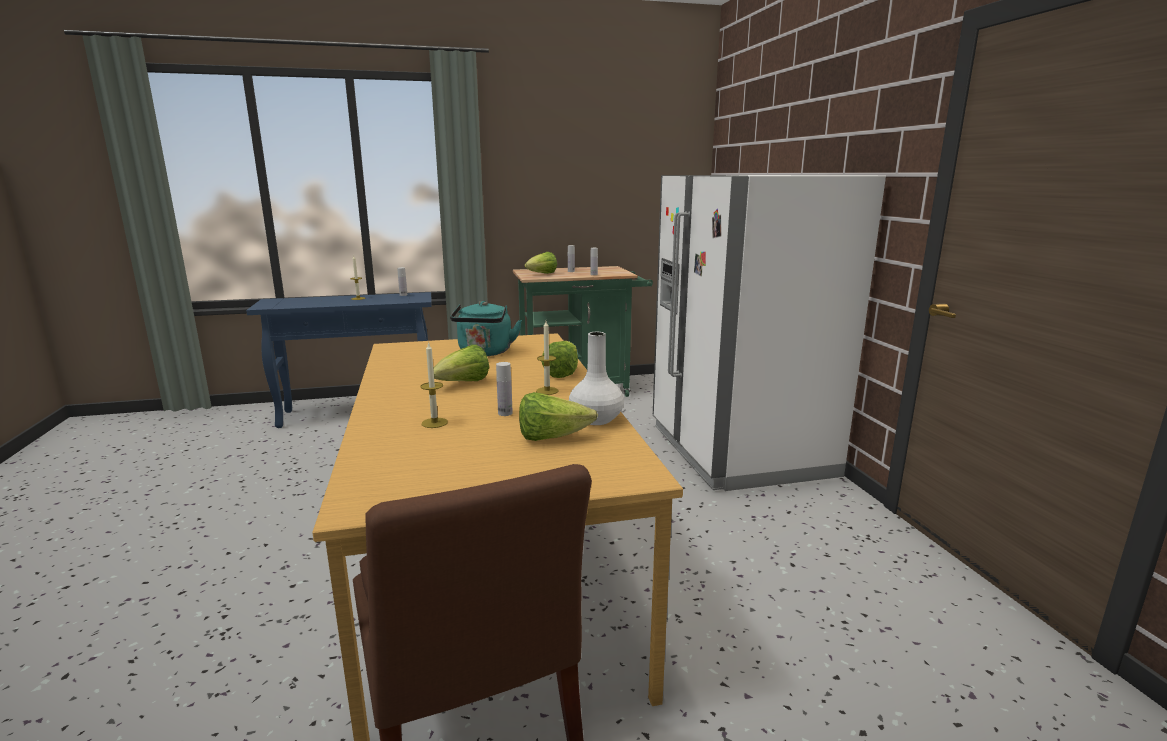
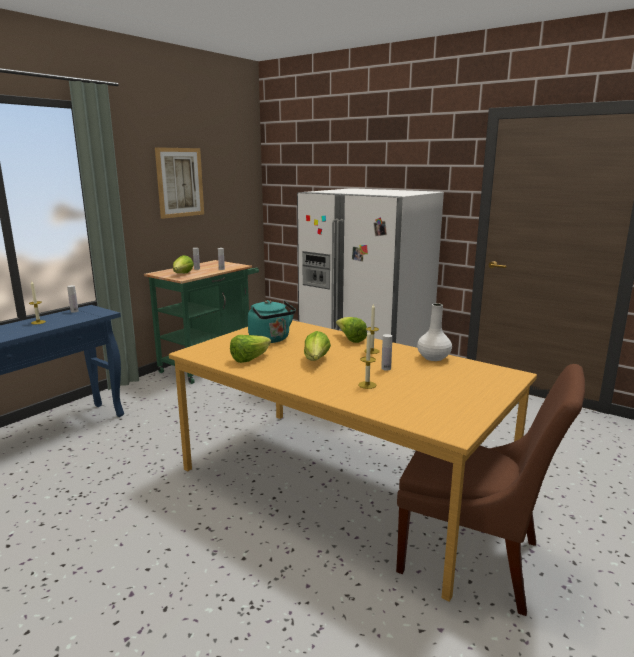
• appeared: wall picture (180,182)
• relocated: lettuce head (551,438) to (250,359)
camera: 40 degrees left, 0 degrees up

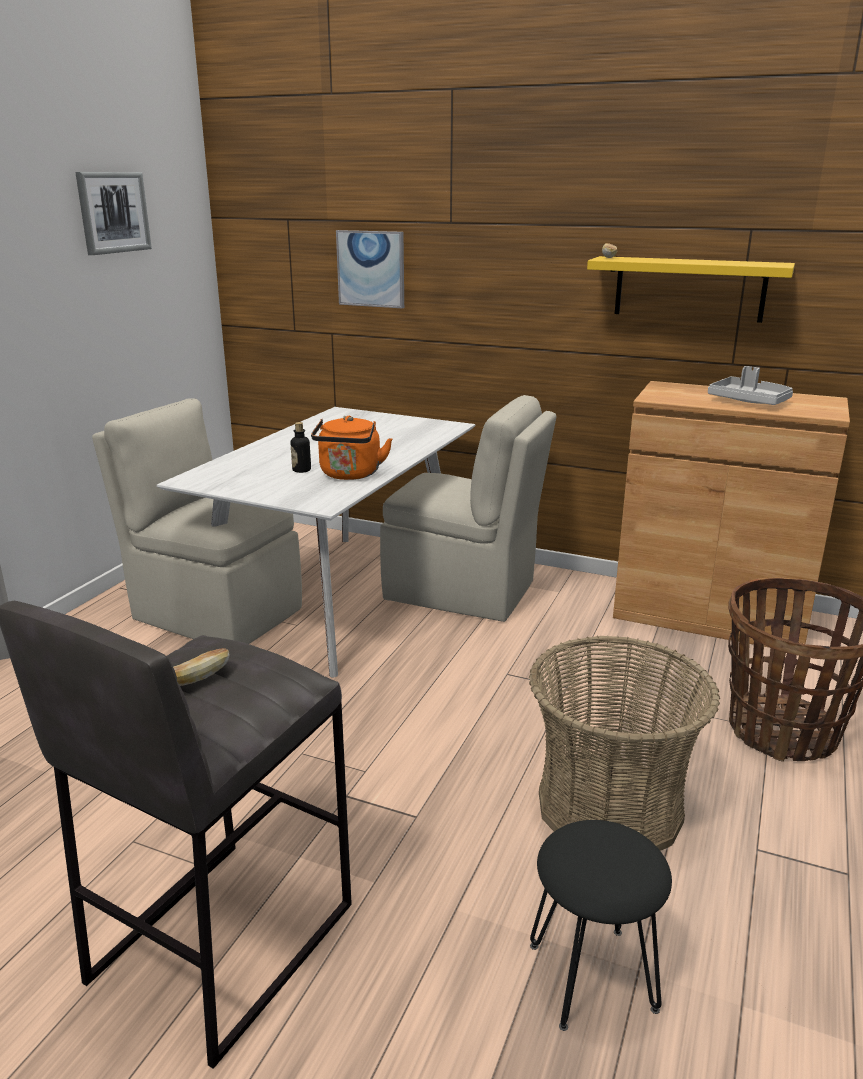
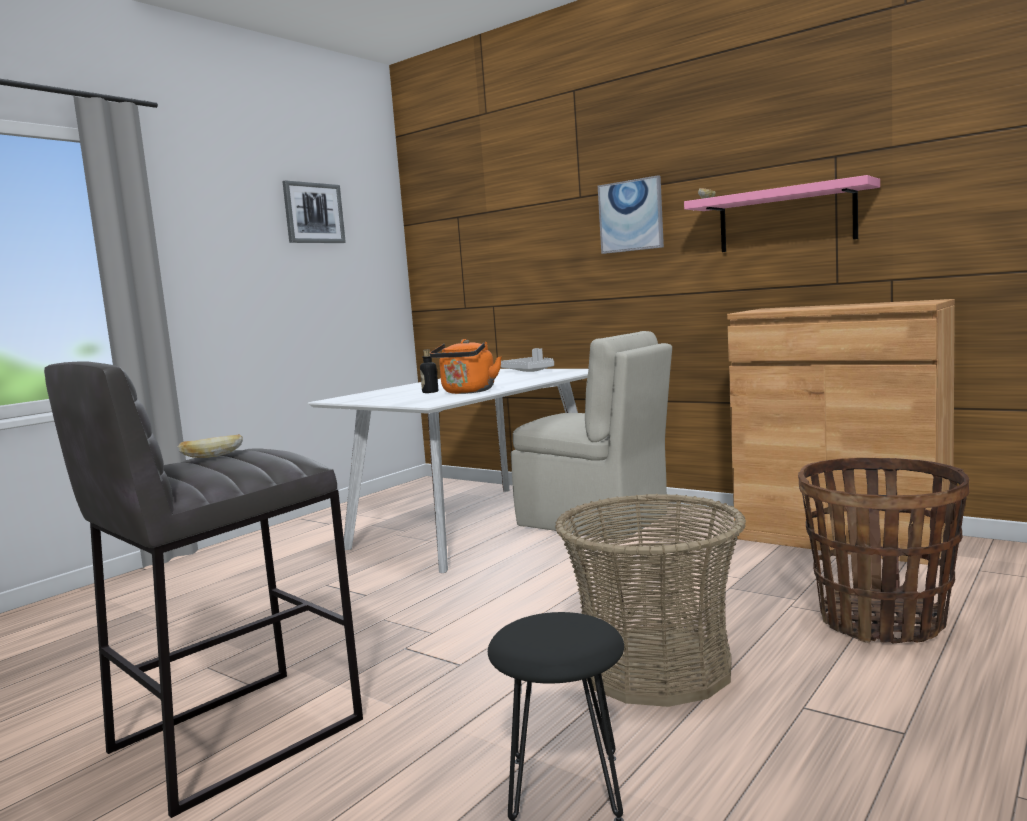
• missing: beige chair (215,612)
• relocated: wall picture (371,269) to (631,216)
• relocated: gray carrying tray (749,401) to (530,371)
• colour: yellowish bracket shelf (689,289) to pink bracket shelf (786,219)
camera: 15 degrees right, 15 degrees down

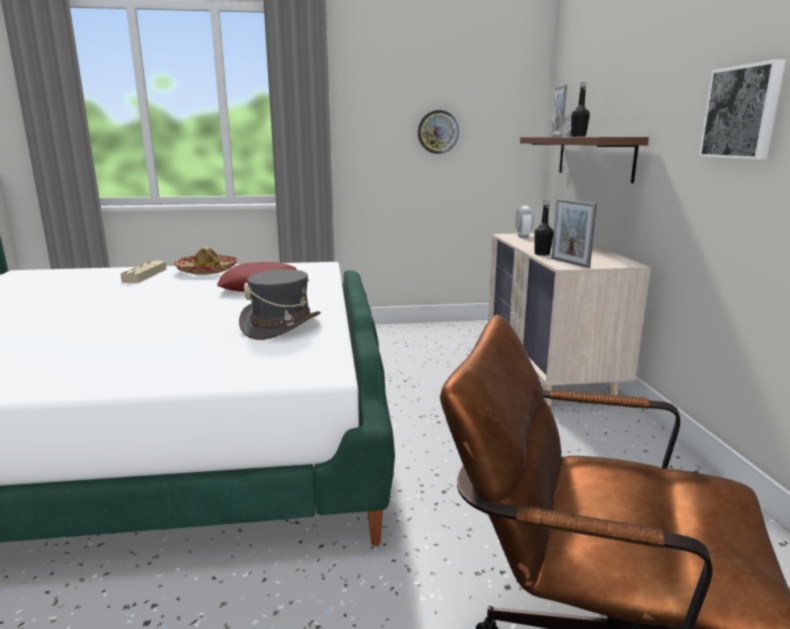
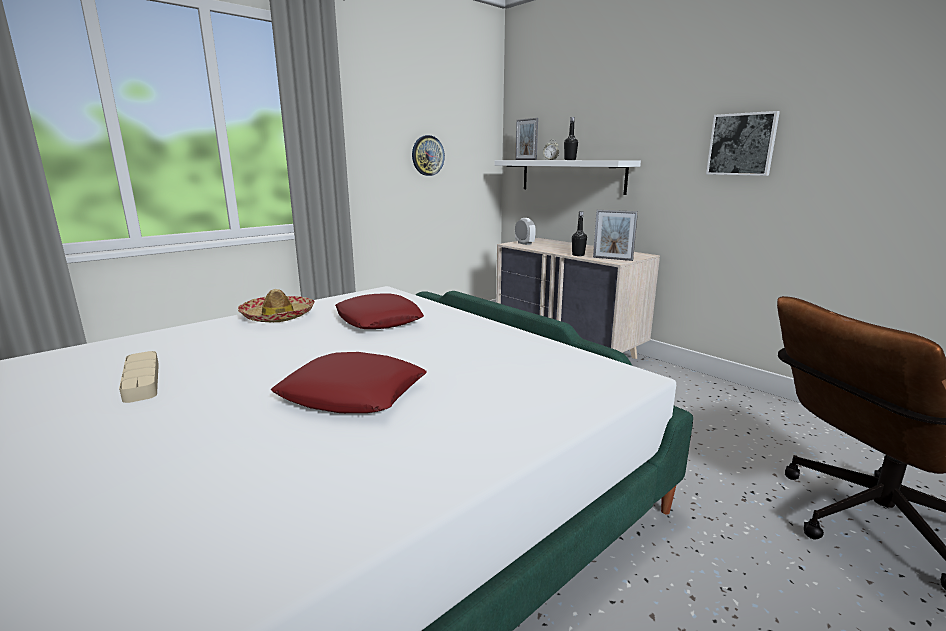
• missing: gray hat (281,326)
• appeared: reddish throw pillow (353,394)
• relocated: beige carrying tray (145,275) to (141,380)
• colour: brown bracket shelf (594,157) to whitish bracket shelf (571,176)
camera: 35 degrees left, 0 degrees up

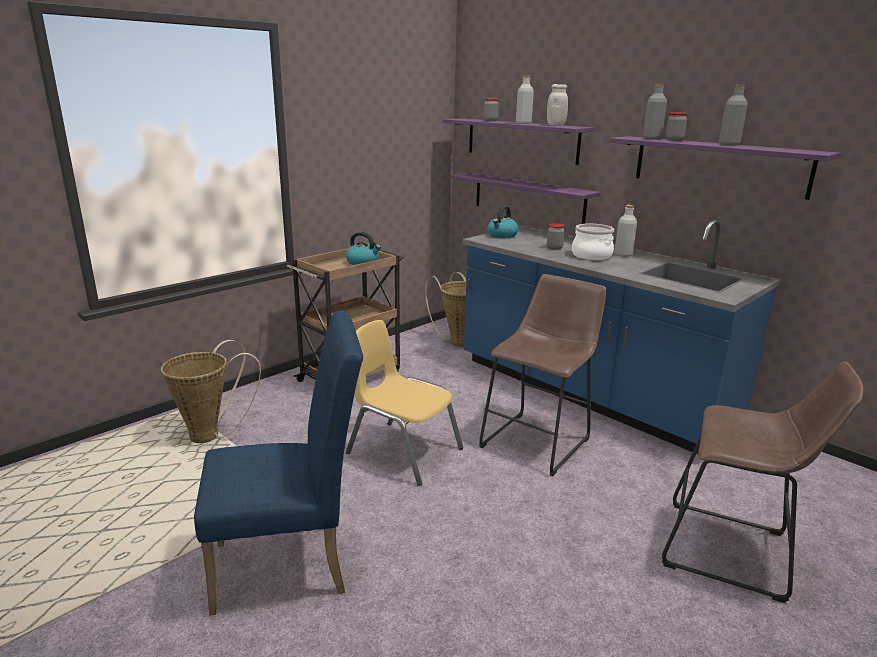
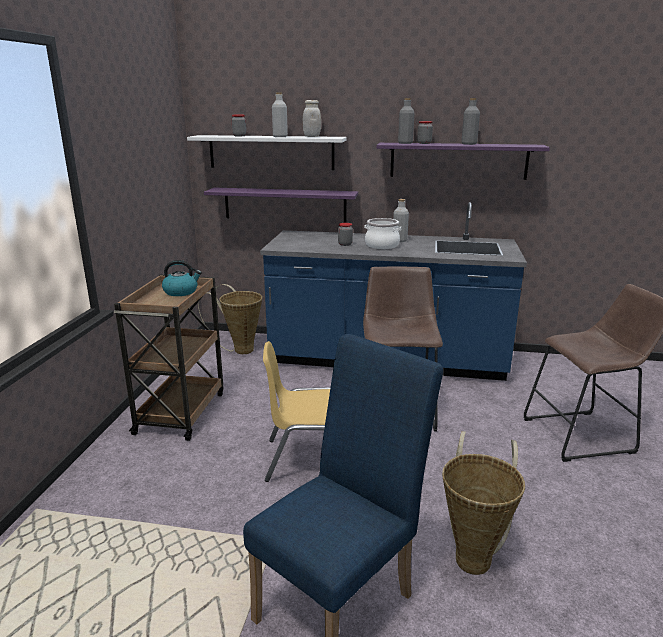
• missing: water kettle (502,235)
• relocated: storage basket (212,435) to (474,555)
• colour: purple-coloured bracket shelf (521,140) to whitish bracket shelf (271,152)
camera: 35 degrees left, 0 degrees up

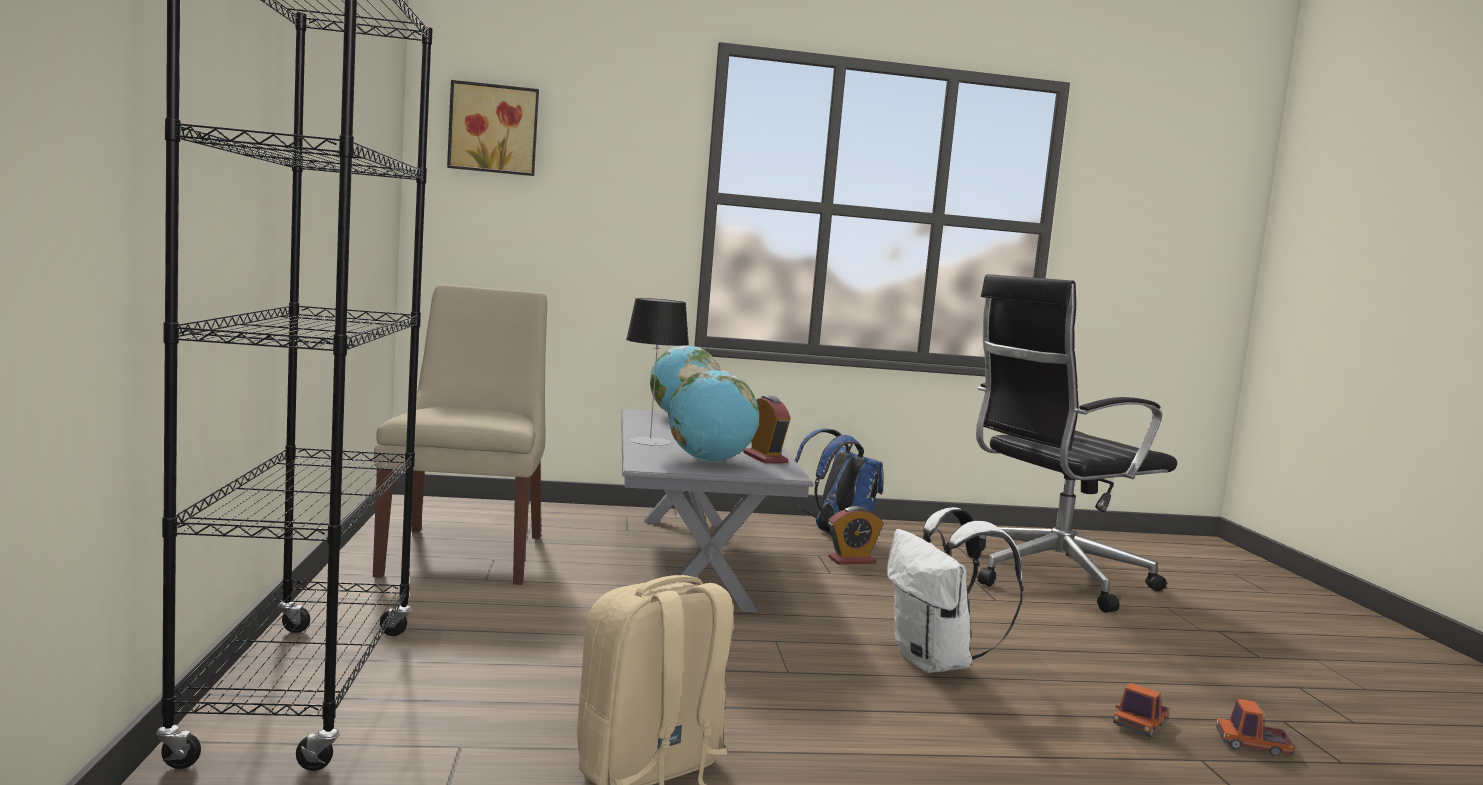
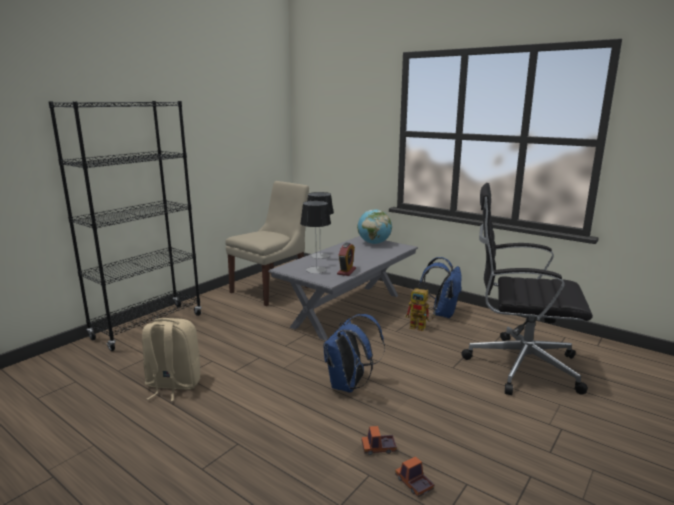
• missing: wall picture (494,129)
• exchanged: world globe (710,461) to lamp for a table (316,270)
• exchanged: bedside clock (852,560) to model robot (421,327)
• colour: whitish knapsack (936,663) to blue-coloured knapsack (349,385)
camera: 45 degrees right, 10 degrees up

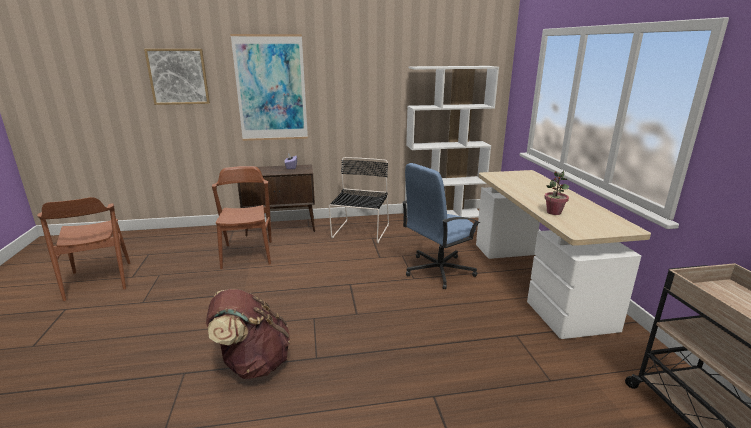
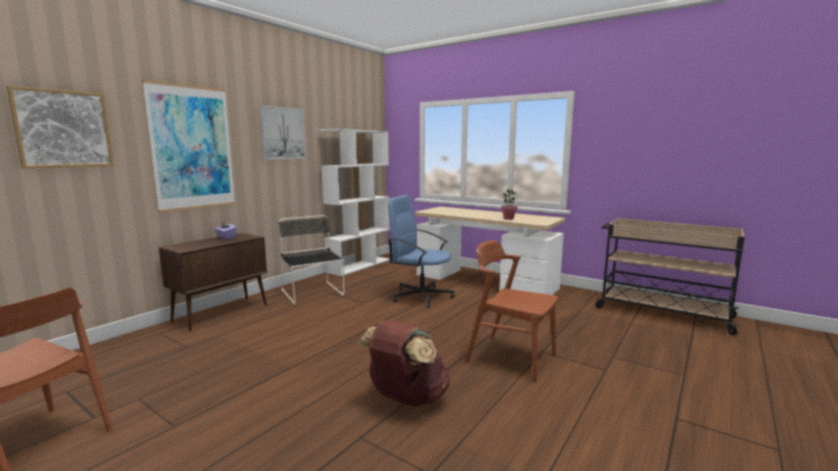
• appeared: wall picture (282,133)
• relocated: brown chair (247,254) to (511,358)
• spun: blue-coloured computer chair (438,270) = (421,296) 105 degrees clockwise
camera: 45 degrees left, 10 degrees down

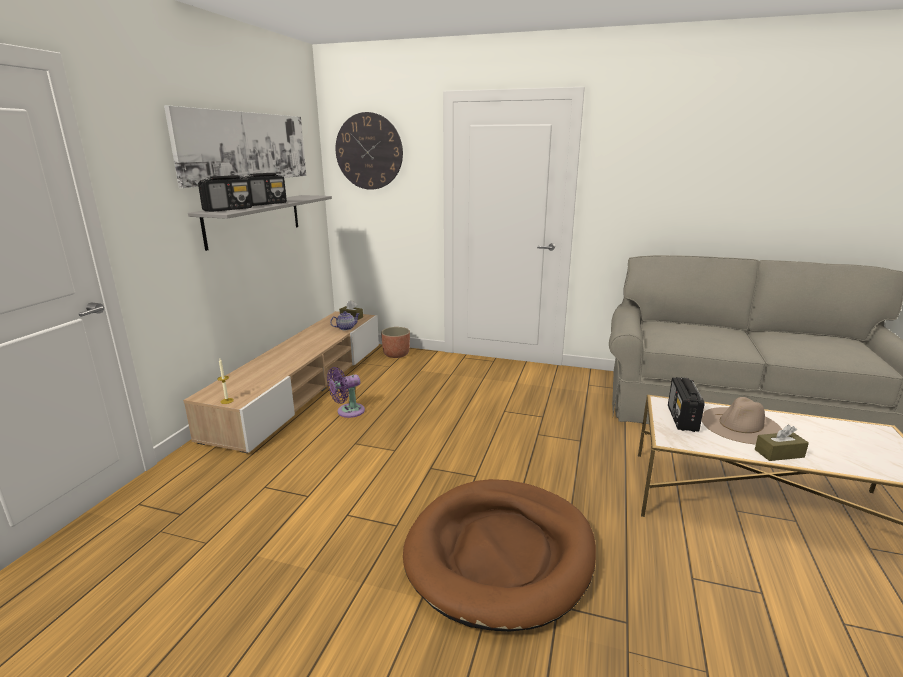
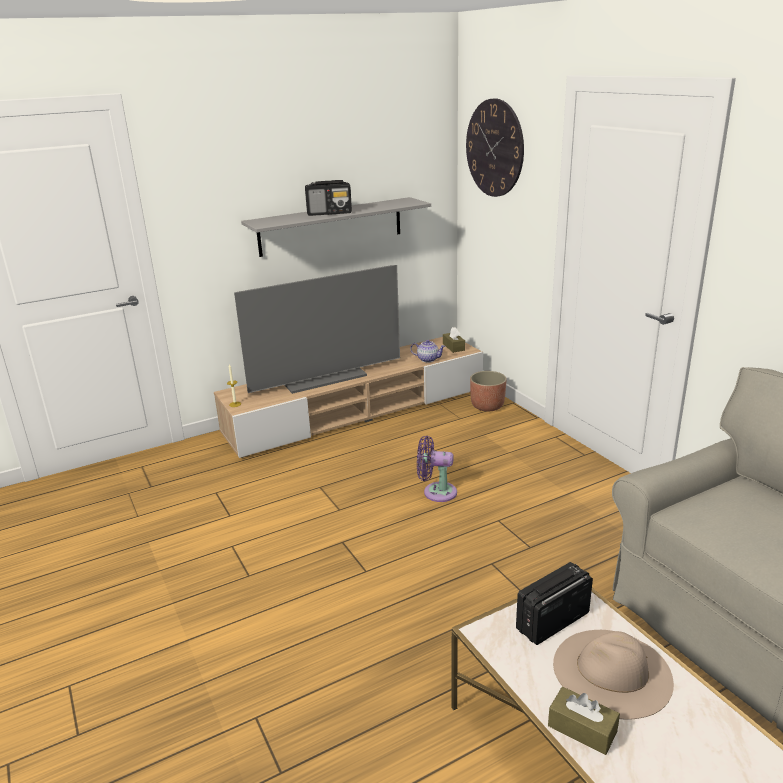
• missing: wall picture (246,147)
• missing: radio receiver (228,209)
• missing: brown dog bed (500,553)
• appeared: TV set (324,377)
• relocated: purple-coloured fan (348,411) to (436,492)
camera: 45 degrees right, 5 degrees up

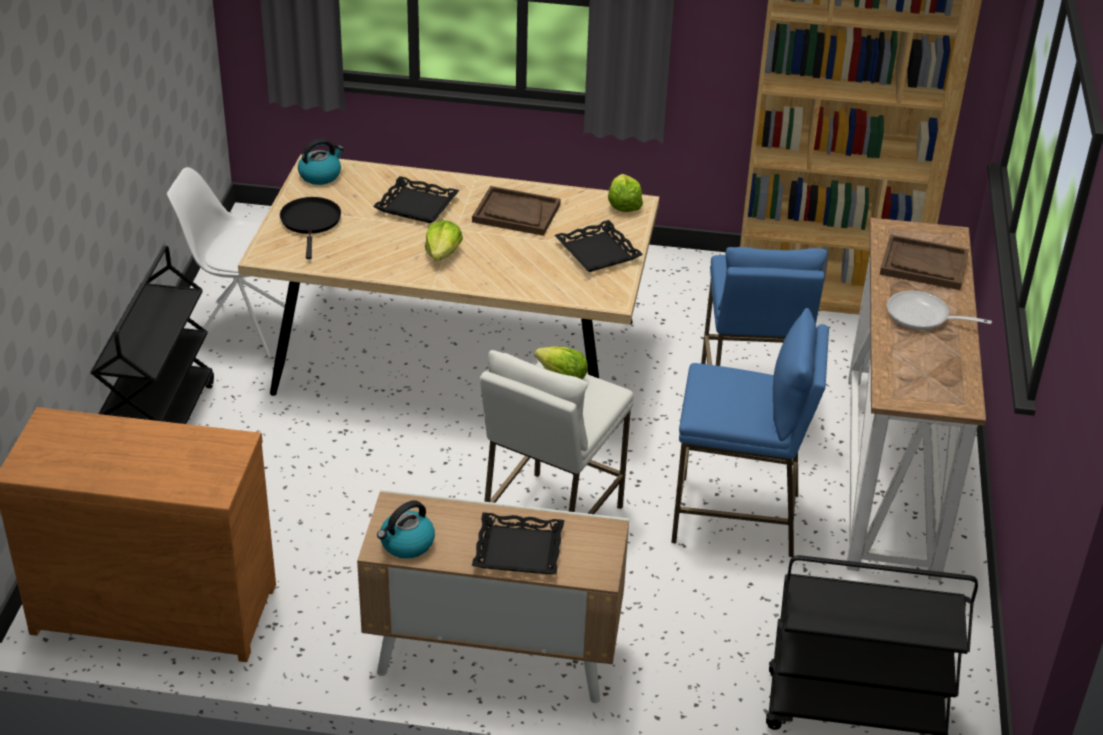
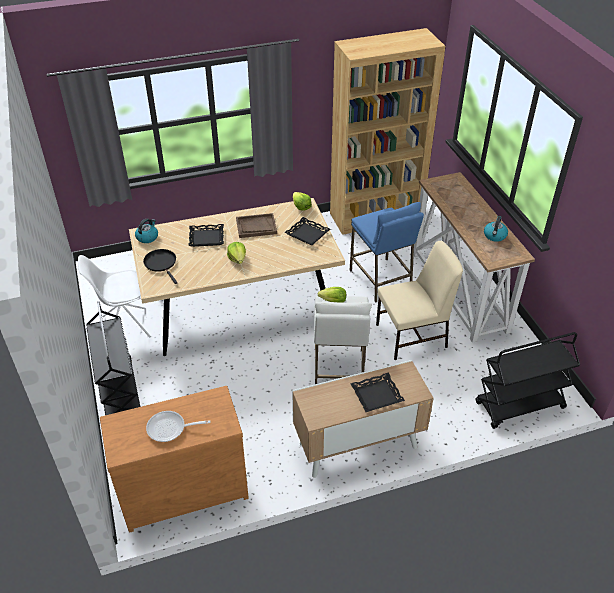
• missing: brown carrying tray (923,265)
• relocated: water kettle (406,544) to (494,236)
• relocated: skillet (923,317) to (170,429)
• exchanged: blue-coloured sitting stool (736,517) to beige chair (412,336)
camera: 25 degrees left, 5 degrees up

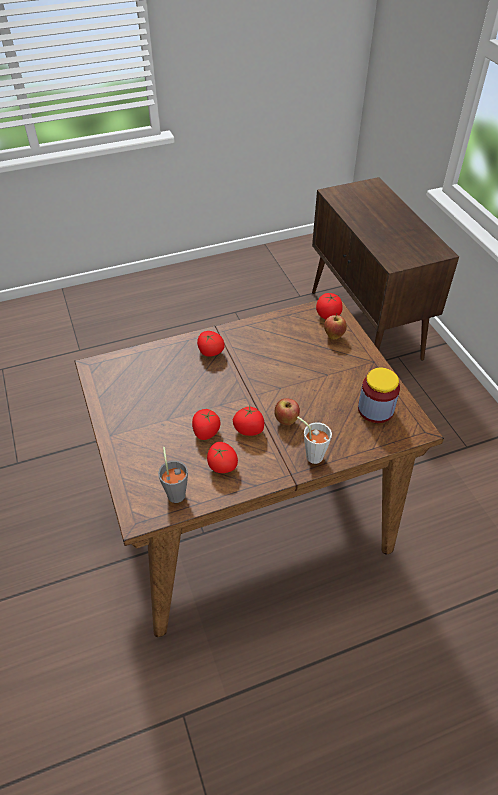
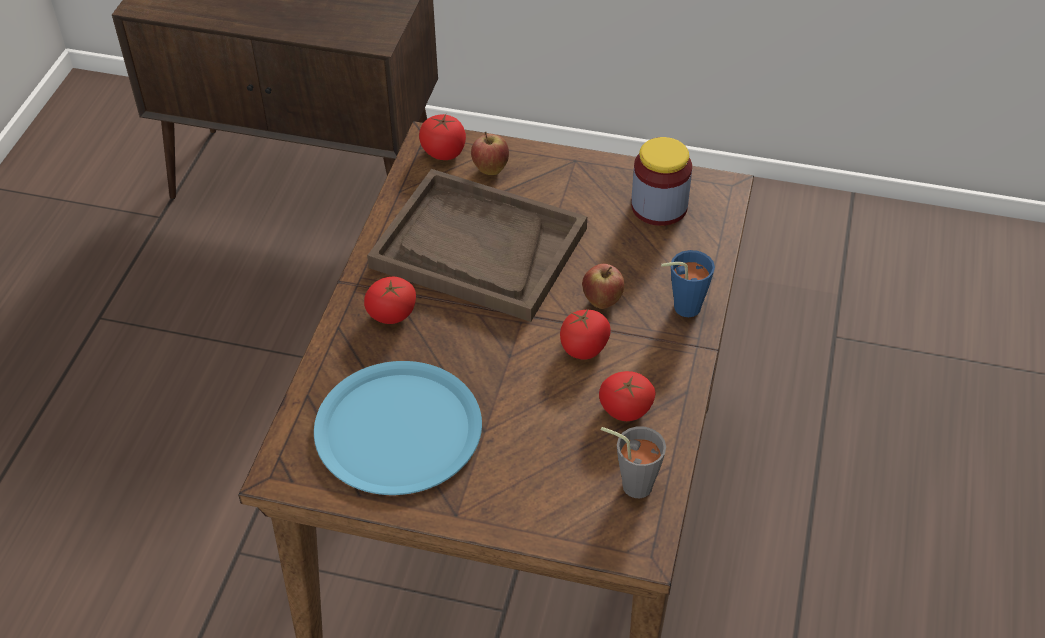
• missing: whole tomato (206,432)
• appeared: blue-coloured plate (398,429)
• appeared: brown carrying tray (478,248)
• colour: gray cup (311,454) to blue-coloured cup (681,308)
camera: 55 degrees left, 0 degrees up

